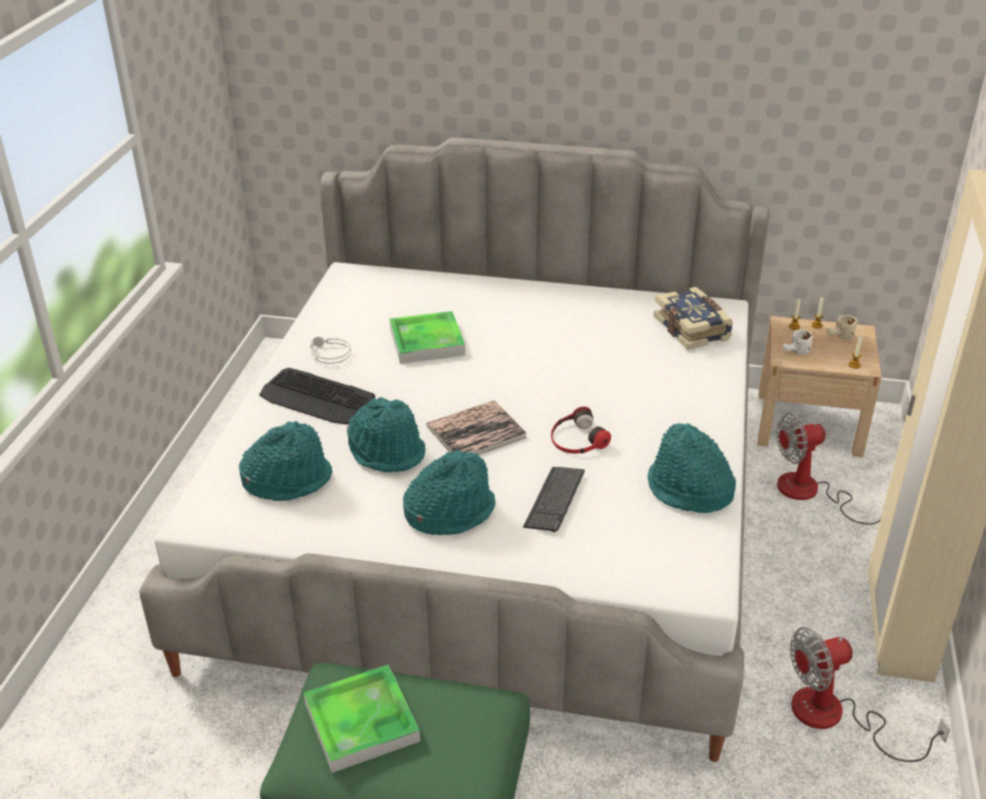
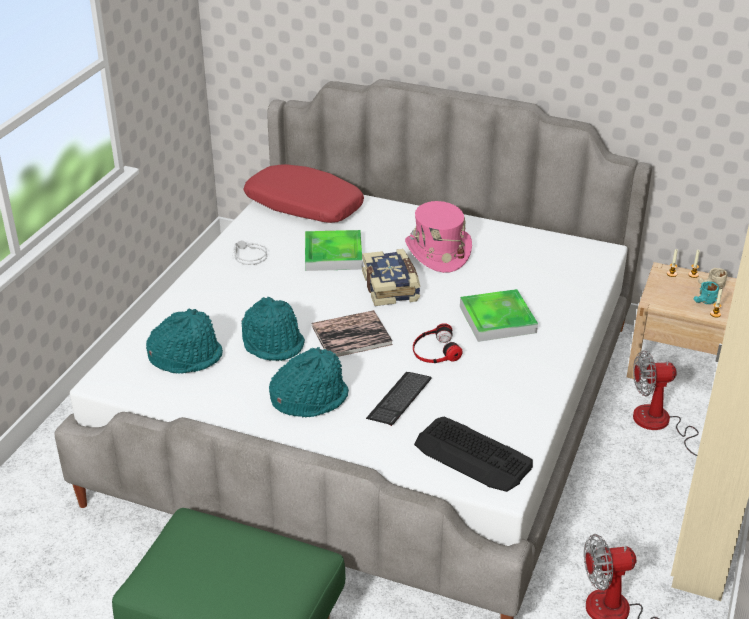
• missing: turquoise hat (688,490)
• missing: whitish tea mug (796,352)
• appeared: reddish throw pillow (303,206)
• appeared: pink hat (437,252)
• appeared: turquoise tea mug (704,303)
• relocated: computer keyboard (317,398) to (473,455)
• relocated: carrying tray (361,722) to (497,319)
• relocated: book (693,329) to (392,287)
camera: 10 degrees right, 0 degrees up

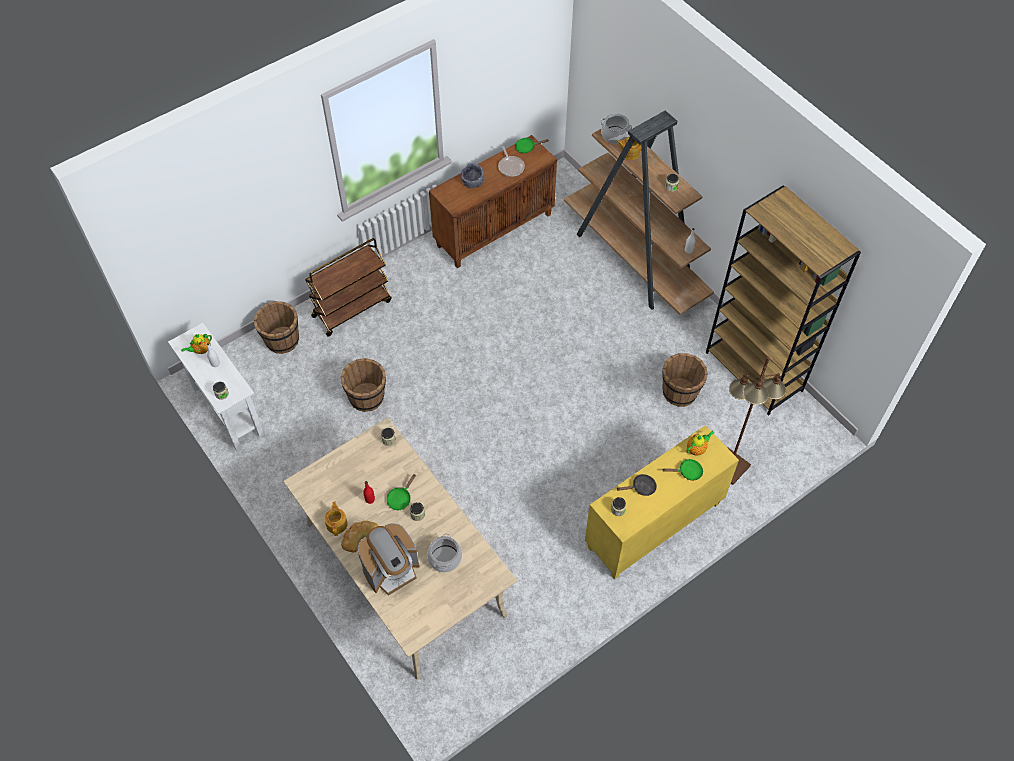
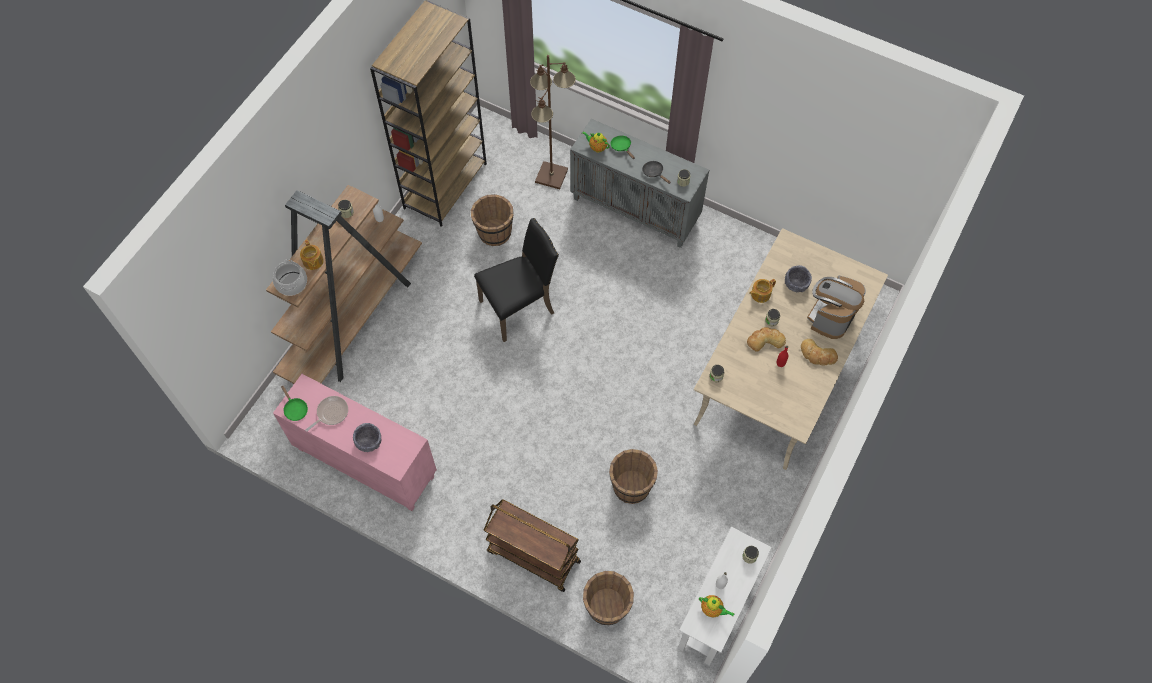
• appeared: black-coloured chair (519,307)
• relocated: teapot (337,524) to (760,294)
• exchanged: green skillet (400,498) to bakery bread (765,340)
• exchanged: cooking pot (445,558) to gray serving bowl (796,283)
• colour: brown storage cabinet (494,229) to pink storage cabinet (365,463)
• colour: yellowish storage cabinet (653,527) to gray storage cabinet (636,209)
• spun: coffee maker (392,570) = (830,317) 90 degrees counterclockwise
camera: 115 degrees left, 5 degrees up

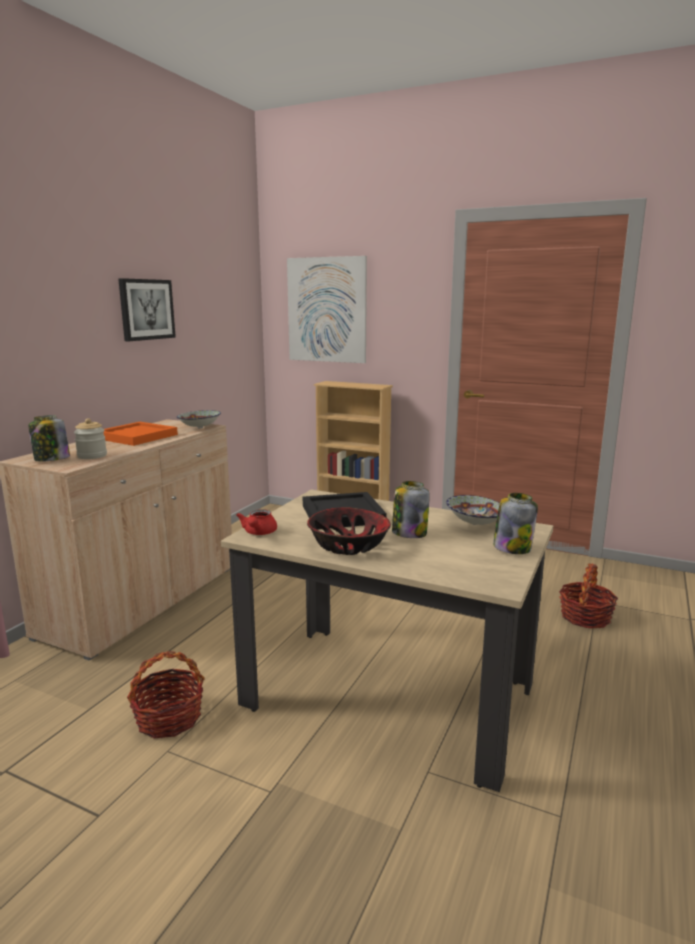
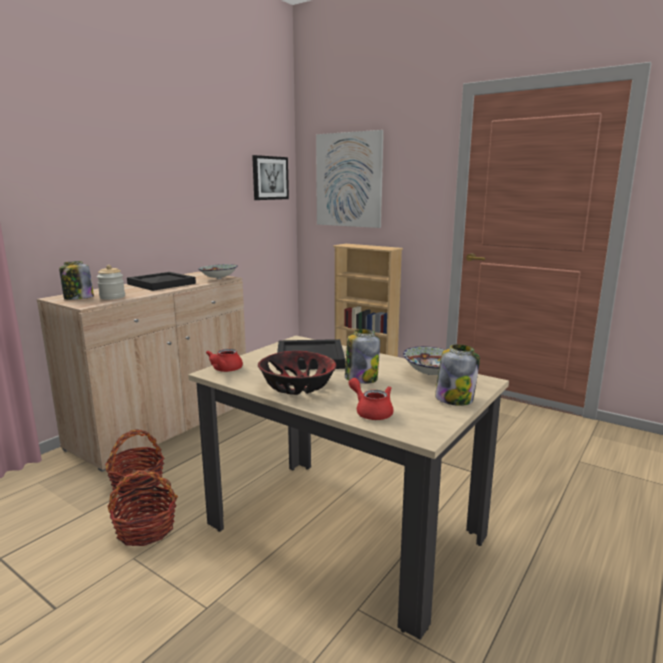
• appeared: reddish teapot (371,412)
• relocated: wall picture (146,309) to (270,178)
• relocated: storage basket (585,617) to (137,483)
• colour: orange-coloured carrying tray (137,436) to black-coloured carrying tray (162,283)
camera: 10 degrees right, 0 degrees up

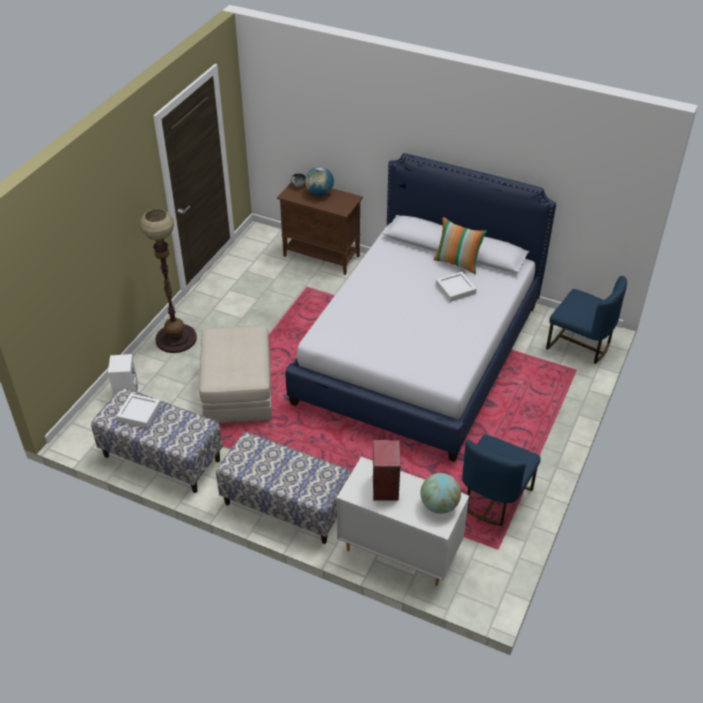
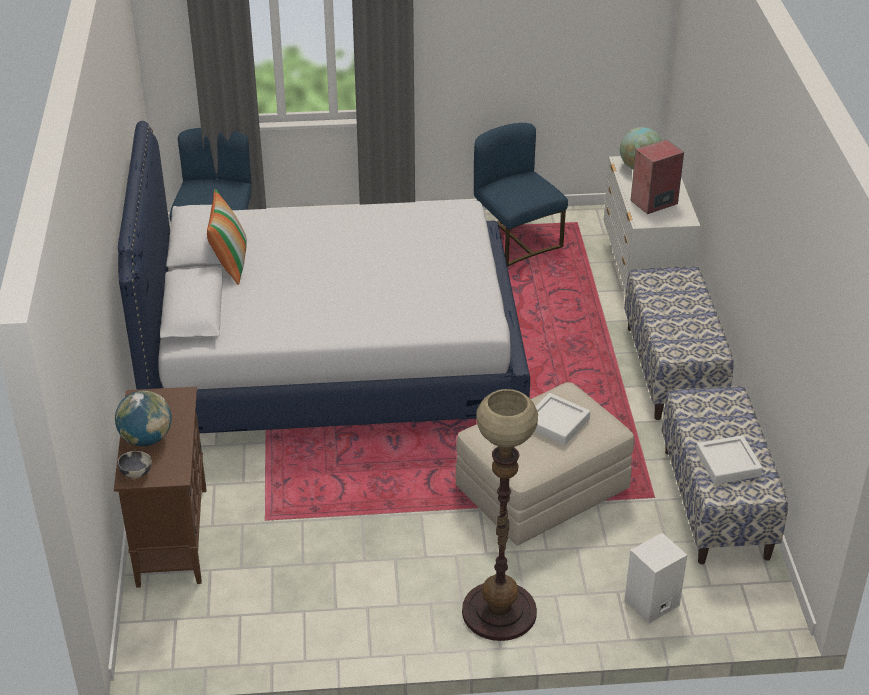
• relocated: whitish carrying tray (455,289) to (556,423)
• spun: blue-coloured chair (494,498) = (516,240) 120 degrees counterclockwise
camera: 120 degrees left, 5 degrees down

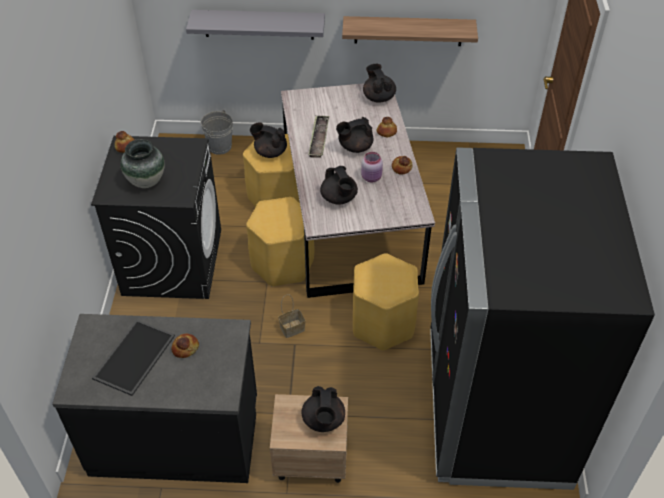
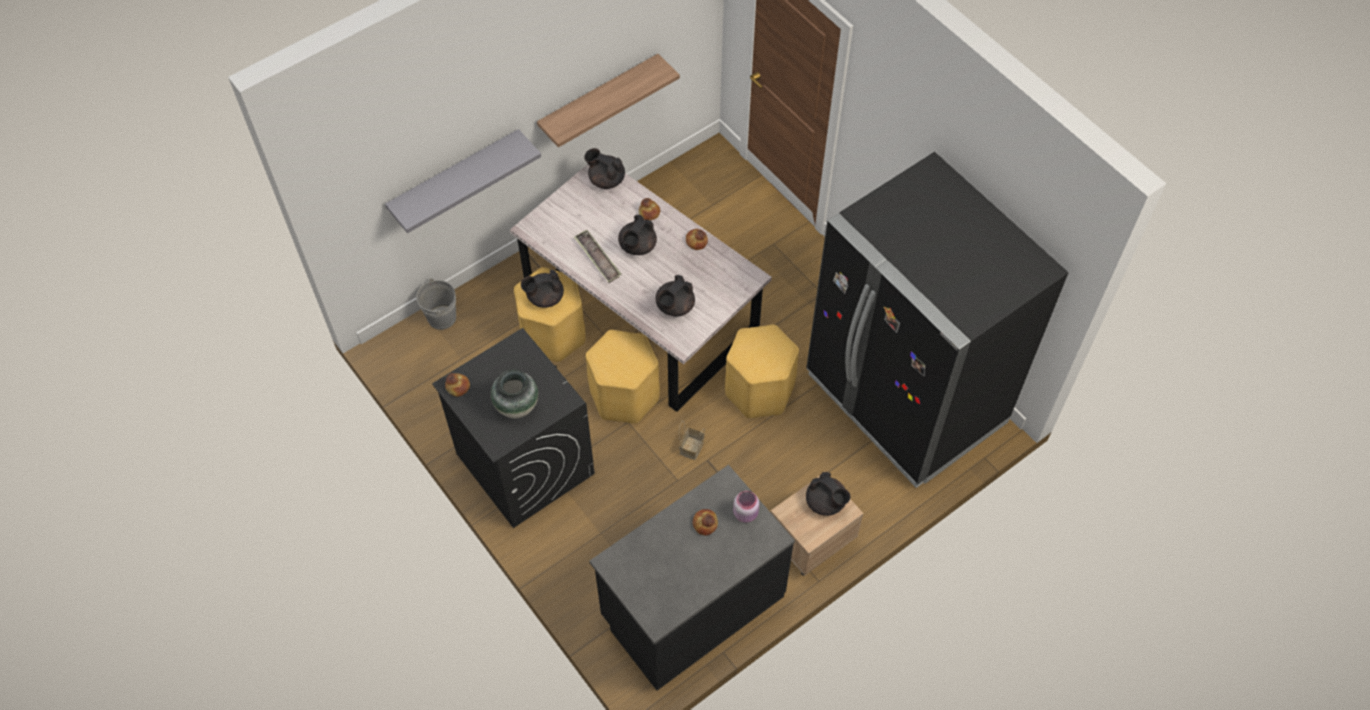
• missing: carrying tray (133,356)
• relocated: pink preserve jar (372,177) to (746,513)
• spun: black-coloured teapot (339,198) = (674,307) 105 degrees clockwise
camera: 40 degrees left, 10 degrees up

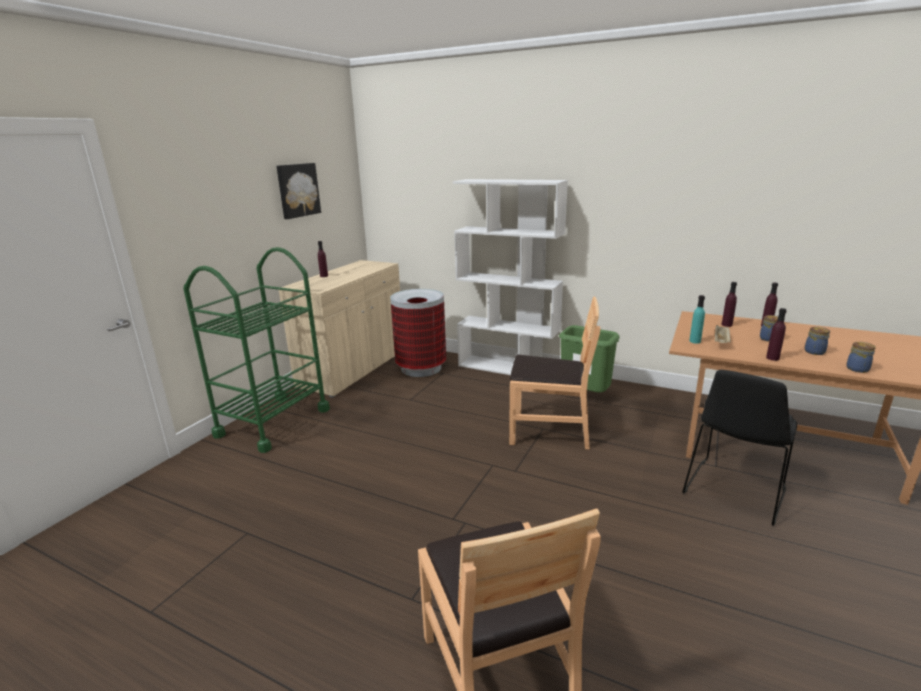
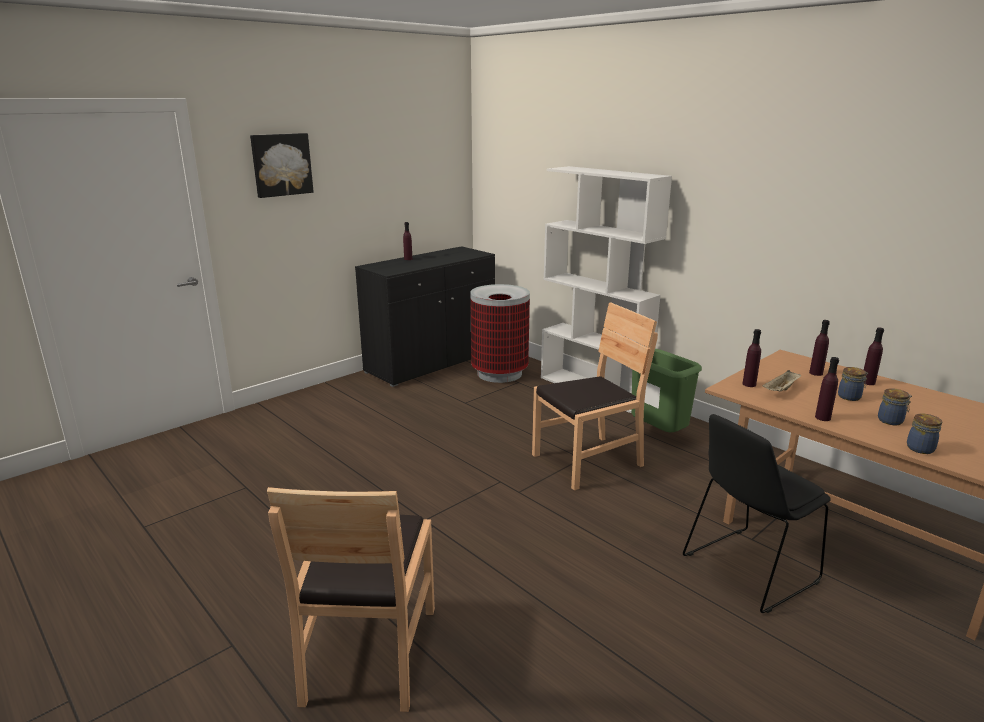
• missing: green wheeled cart (273,422)
• relocated: wall picture (297,190) to (281,164)
• colour: beige storage cabinet (353,369) to black-coloured storage cabinet (431,362)
• colour: turquoise drink bottle (695,341) to purple-coloured drink bottle (749,384)
• spun: brown chair (549,430) = (587,461) 60 degrees counterclockwise
camera: 20 degrees right, 0 degrees up

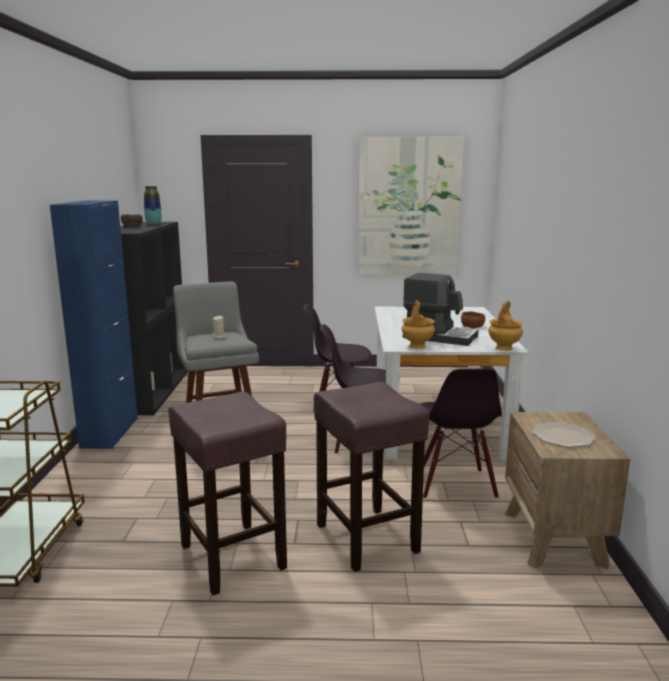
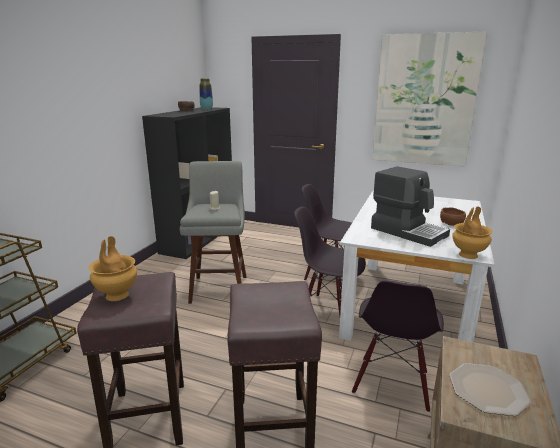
• missing: blue-coloured storage cabinet (110,433)
• relocated: brown decorative vase (417,346) to (117,295)
camera: 20 degrees right, 5 degrees up

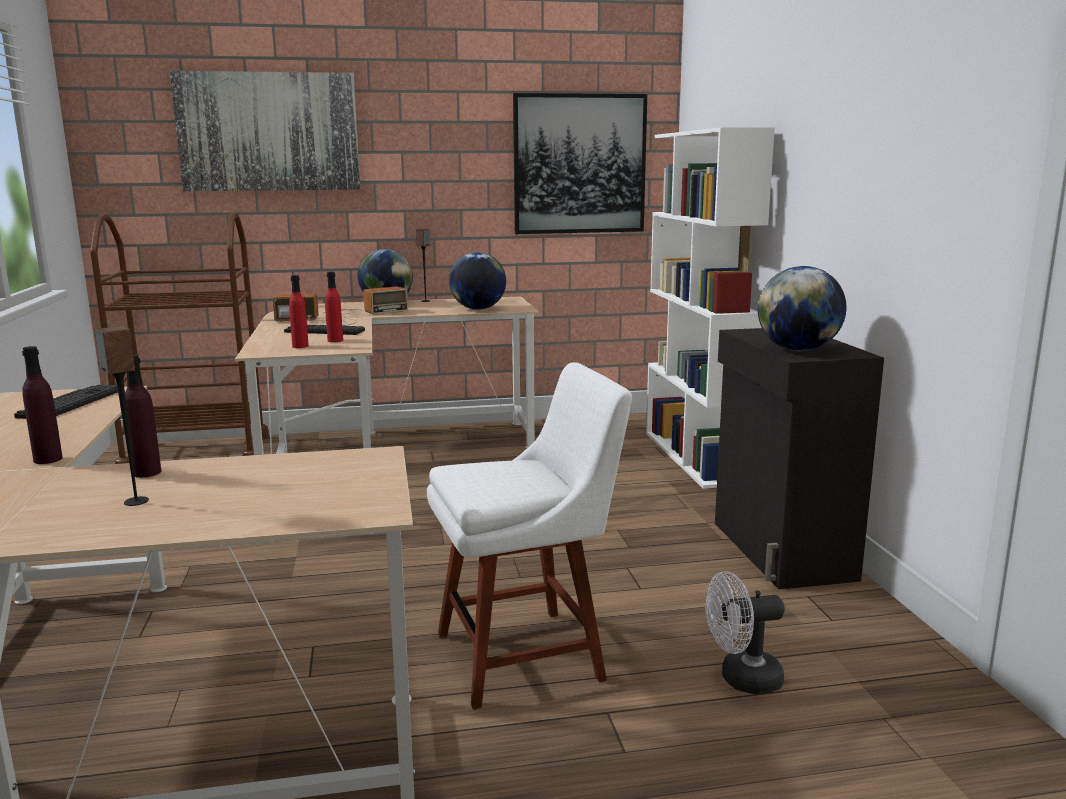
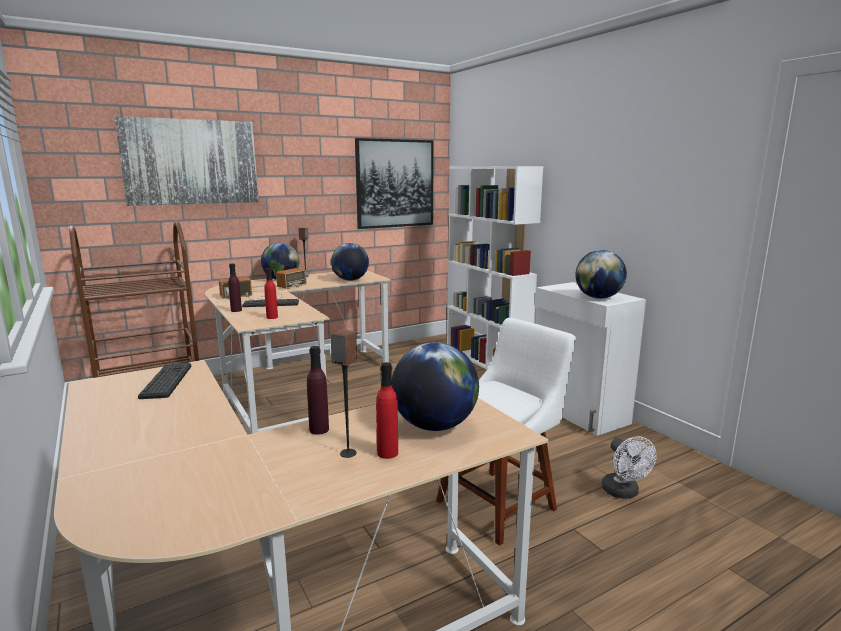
• appeared: world globe (434,426)
• relocated: purple-coloured drink bottle (48,459) to (236,310)
• relocated: reddish drink bottle (335,340) to (387,453)
• colour: black-coloured storage cabinet (780,551) to whitish storage cabinet (578,412)
• spun: whitish fan (741,679) = (623,493) 75 degrees counterclockwise
camera: 20 degrees left, 0 degrees up

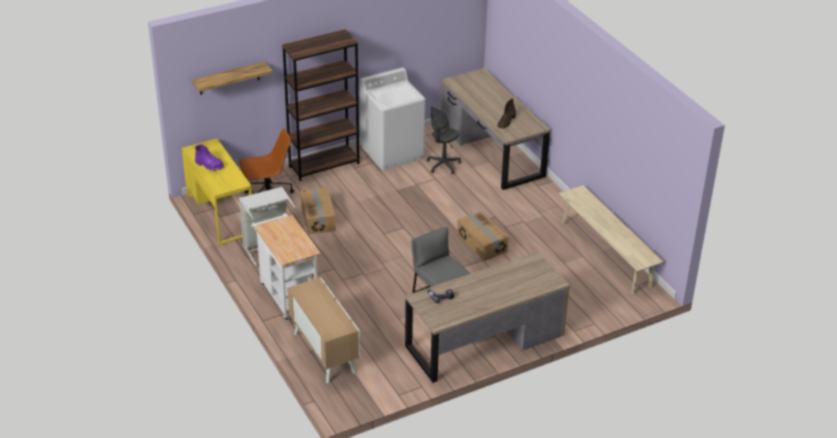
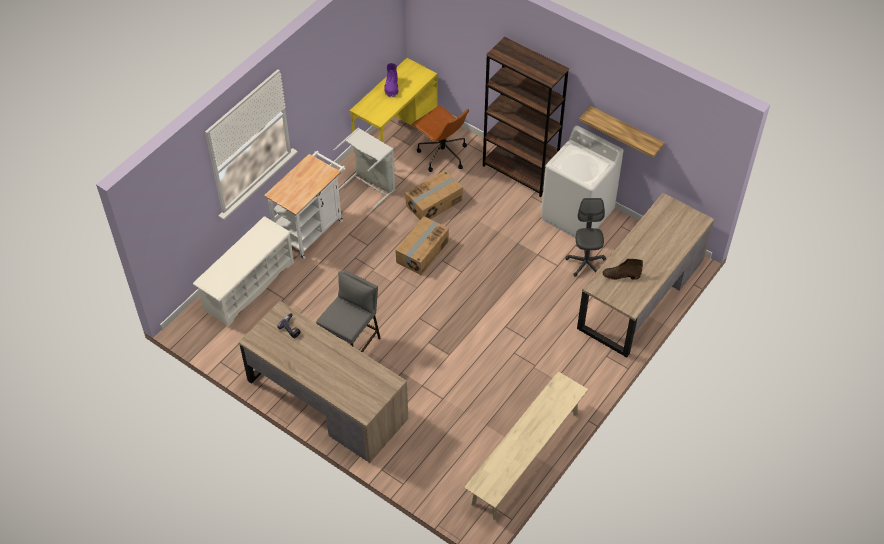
• relocated: bracket shelf (229,78) to (626,131)
• relocated: packing box (481,243) to (422,252)
• exchanged: storage cabinet (323,353) to whitish shoe shelf (248,286)
• spun: gray computer chair (443,165) = (585,263) 75 degrees clockwise
camera: 65 degrees right, 15 degrees up

